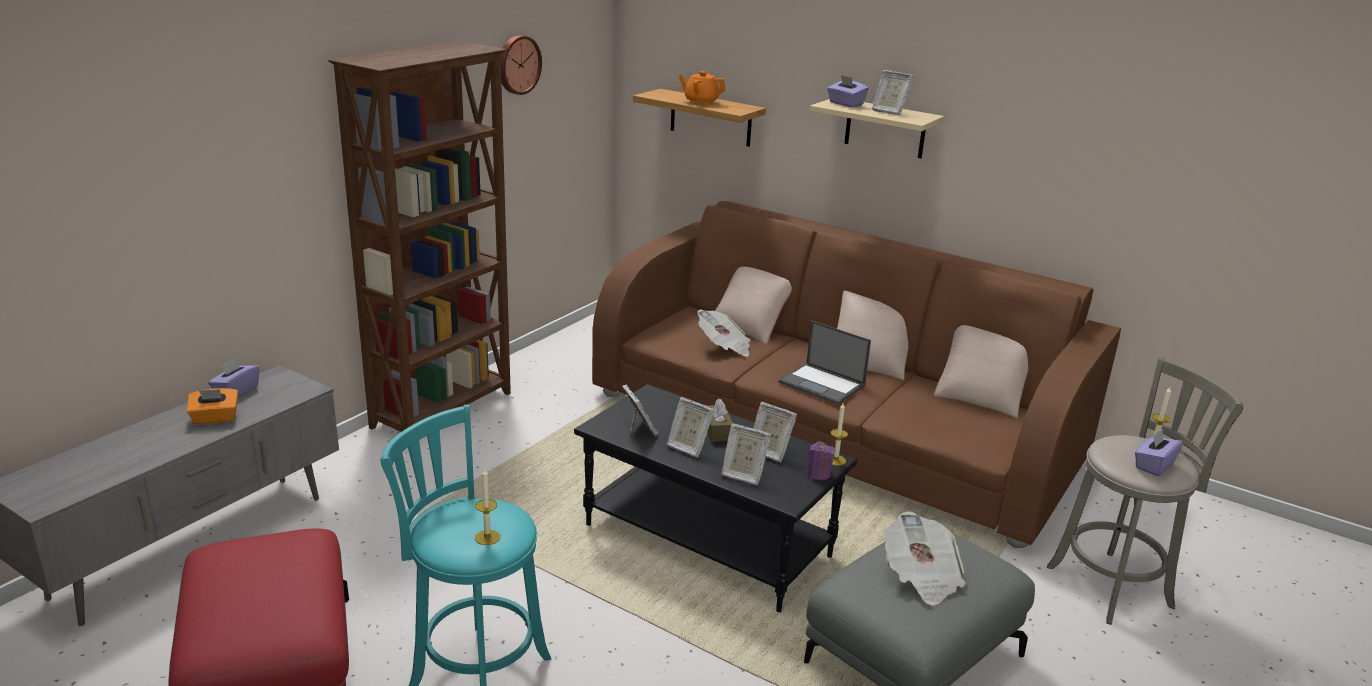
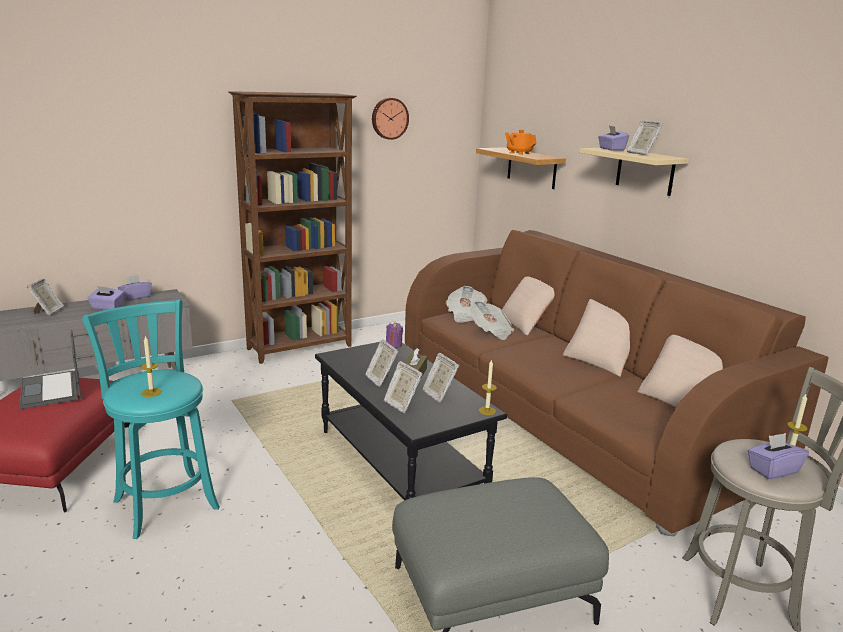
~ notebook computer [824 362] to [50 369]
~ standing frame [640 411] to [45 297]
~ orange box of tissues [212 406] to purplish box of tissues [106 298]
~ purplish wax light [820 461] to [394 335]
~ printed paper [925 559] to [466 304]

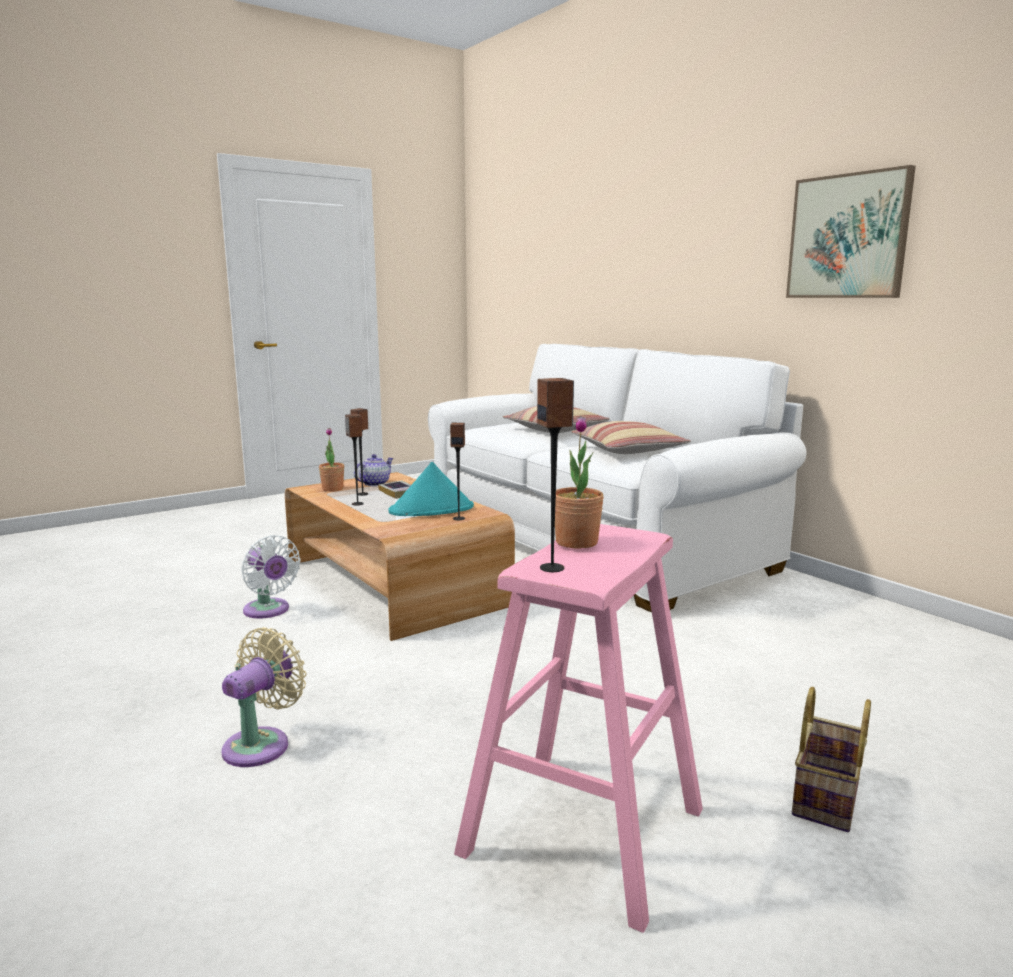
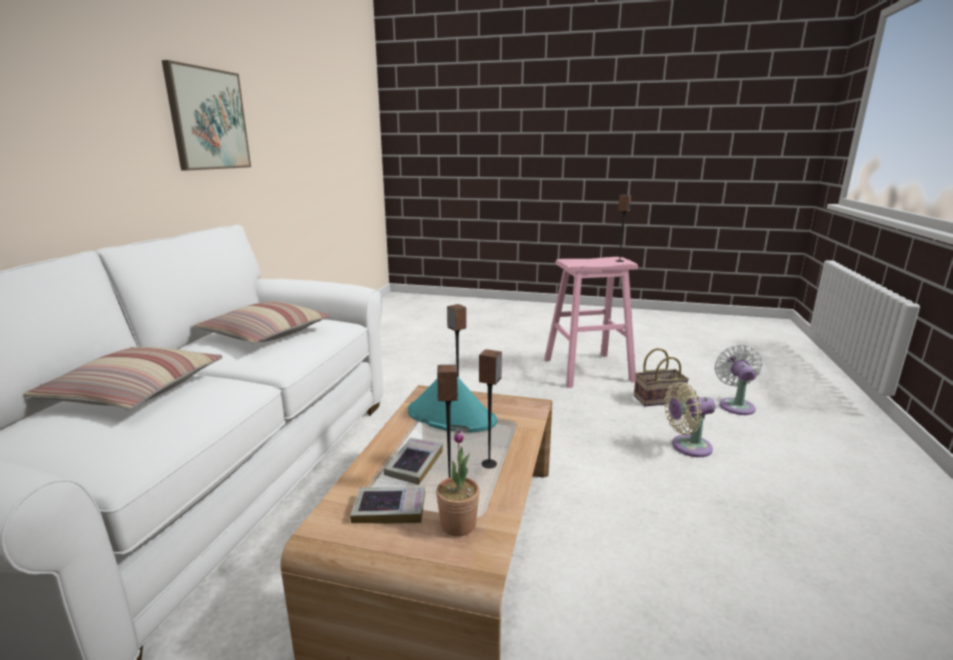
~ tea pot [373 470] to bound book [387 505]
~ storage basket [831 759] to [661 377]
~ whitish fan [271 577] to [738 380]
- potted plant [579 482]

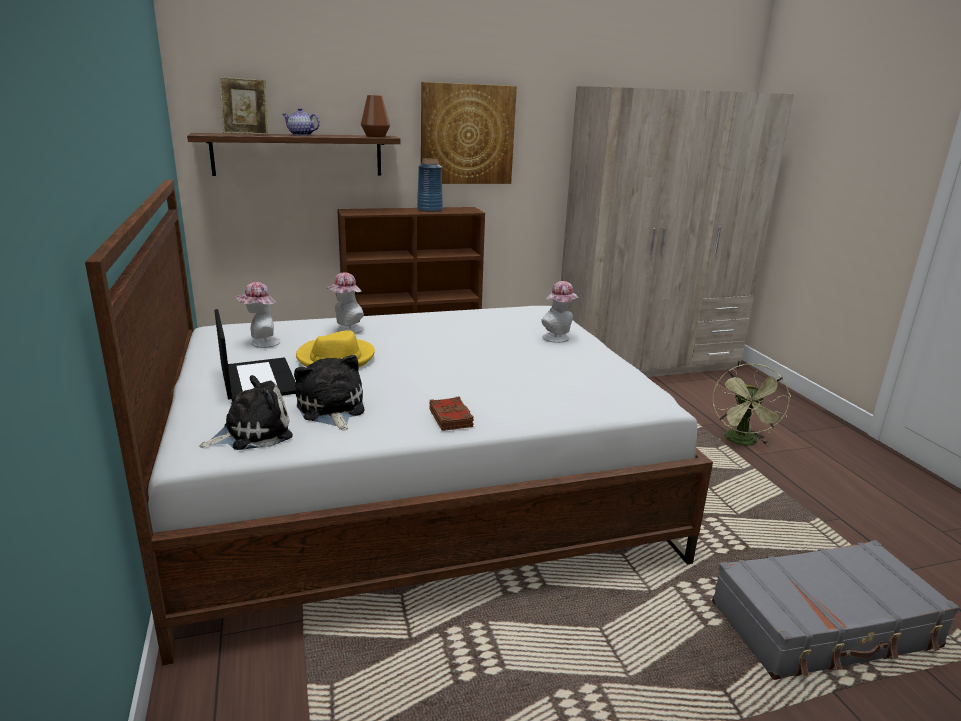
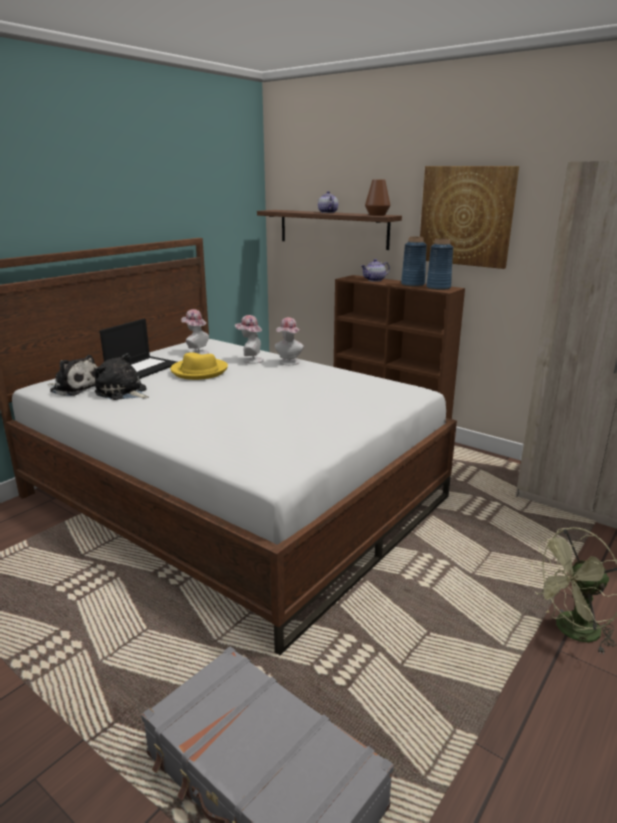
~ cuddly toy [329 392] = [122 376] 90 degrees counterclockwise
~ hat [559 312] to [289 341]
+ tea pot [375 270]
+ bluish flower vase [439 264]
- standing frame [243 106]
- brown-coloured bound book [451 413]

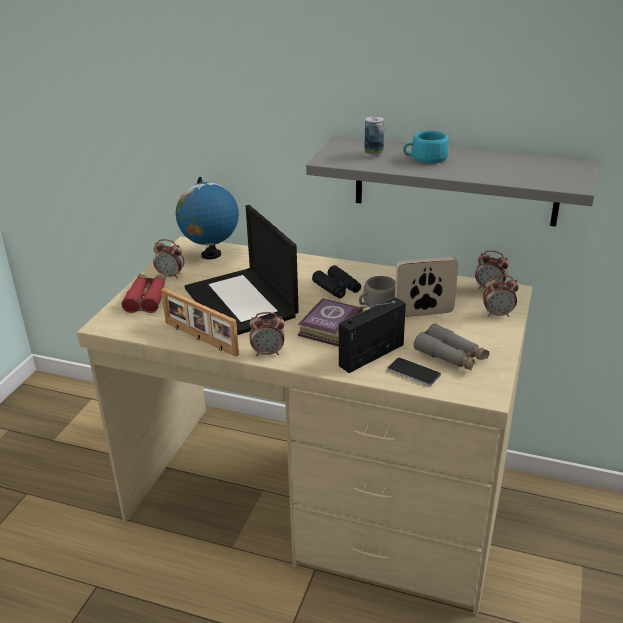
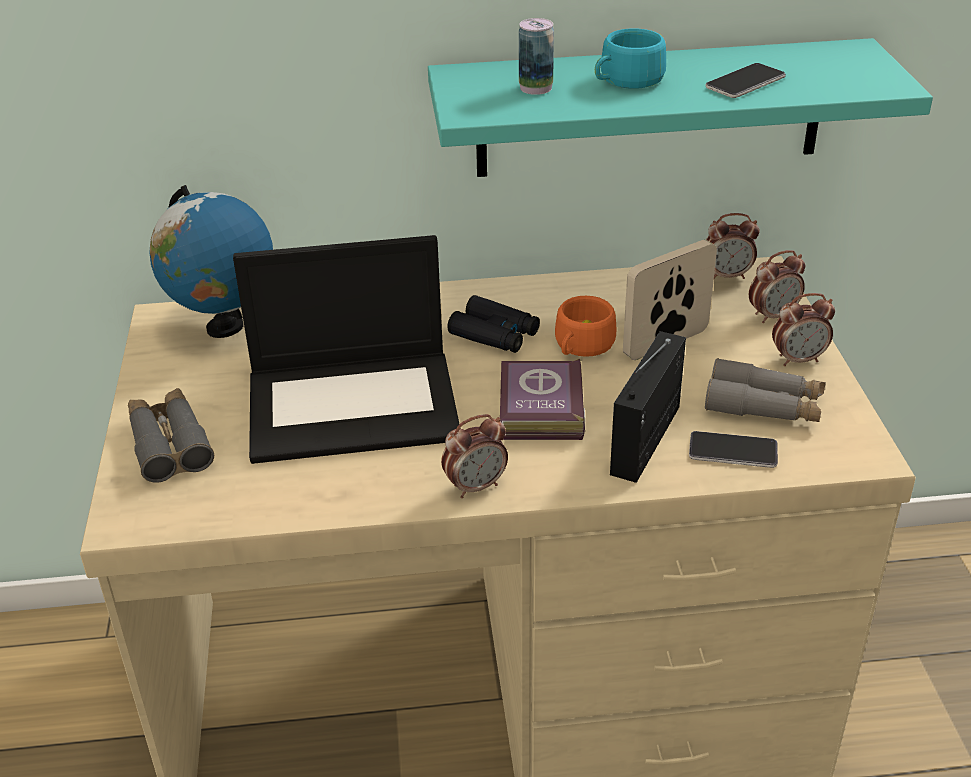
~ red binoculars [144 293] to greyish binoculars [171 435]
~ notebook computer [242 270] = [347 349] 45 degrees counterclockwise
~ greyish wall shelf [451 181] to blue-green wall shelf [680 107]
~ greyish drinking cup [377 292] to orange drinking cup [585 326]
+ handset [745 80]
~ alarm clock [168 259] to [803 329]
- standing frame [200 322]

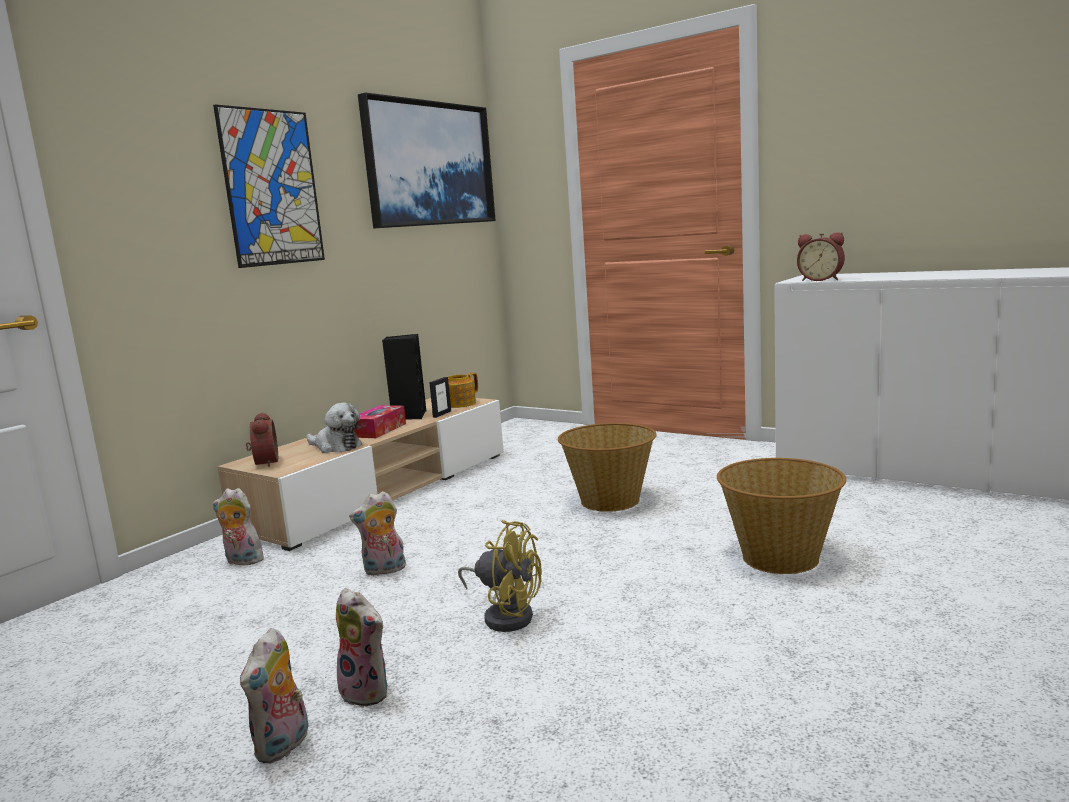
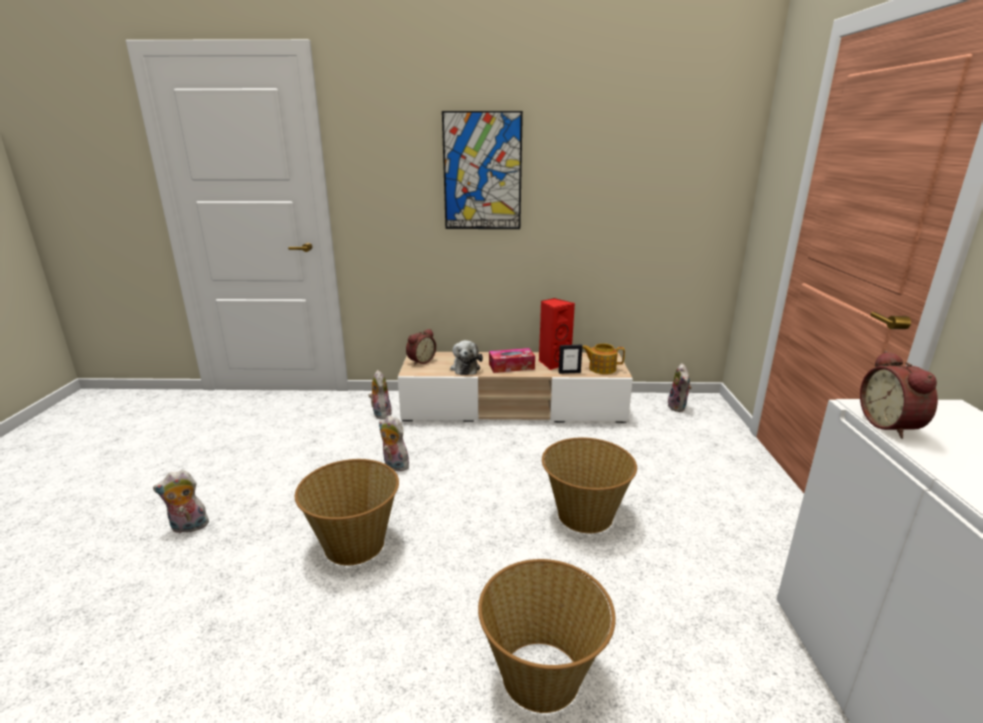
~ yellow fan [500 576] to storage basket [347 512]
~ blackish speaker [404 377] to red speaker [556 334]
~ cuddly toy [361 648] to [679 387]
- wall picture [427 160]

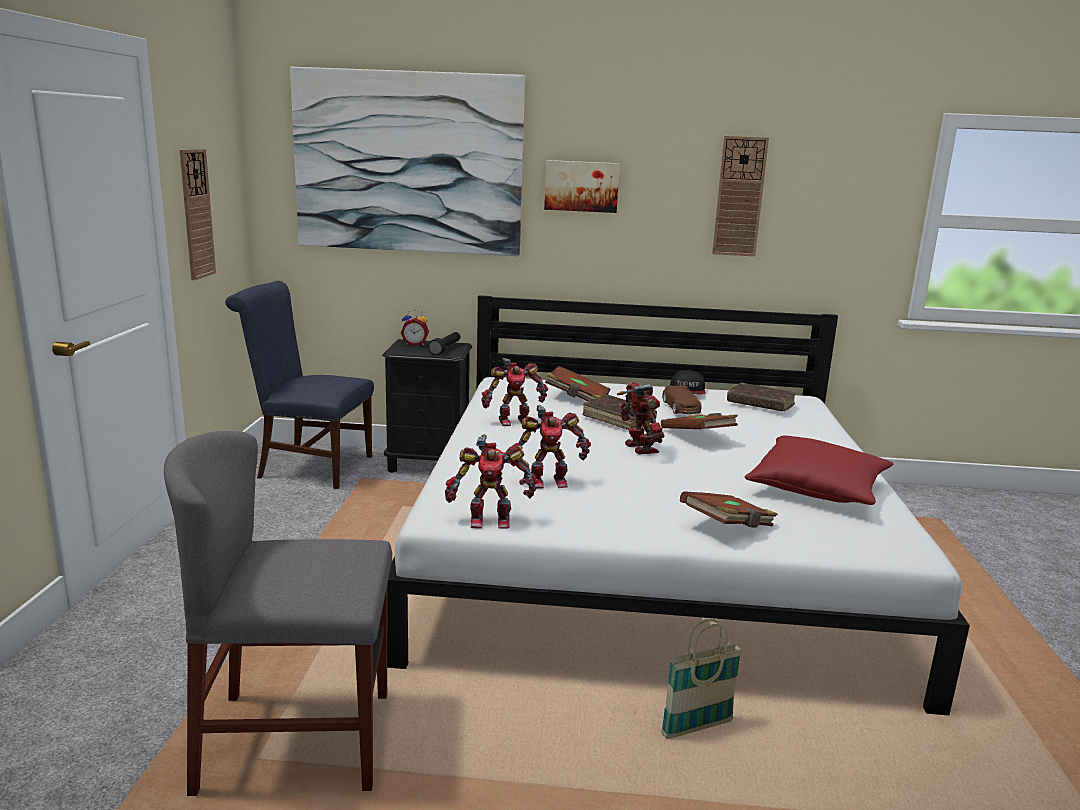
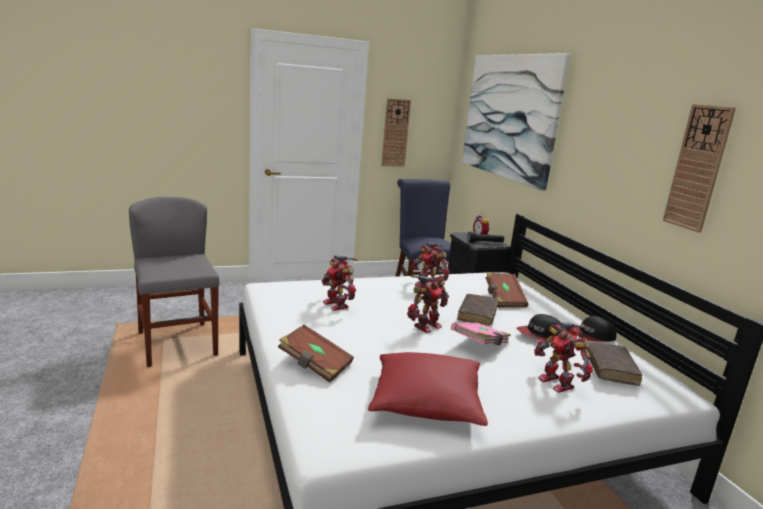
~ brown-coloured bound book [699 421] to pink-coloured bound book [481 333]
~ brown-coloured miniature car [681 399] to cap [540 327]
~ toy robot [491 481] to [564 357]
- wall picture [582 186]
- storage basket [701 679]

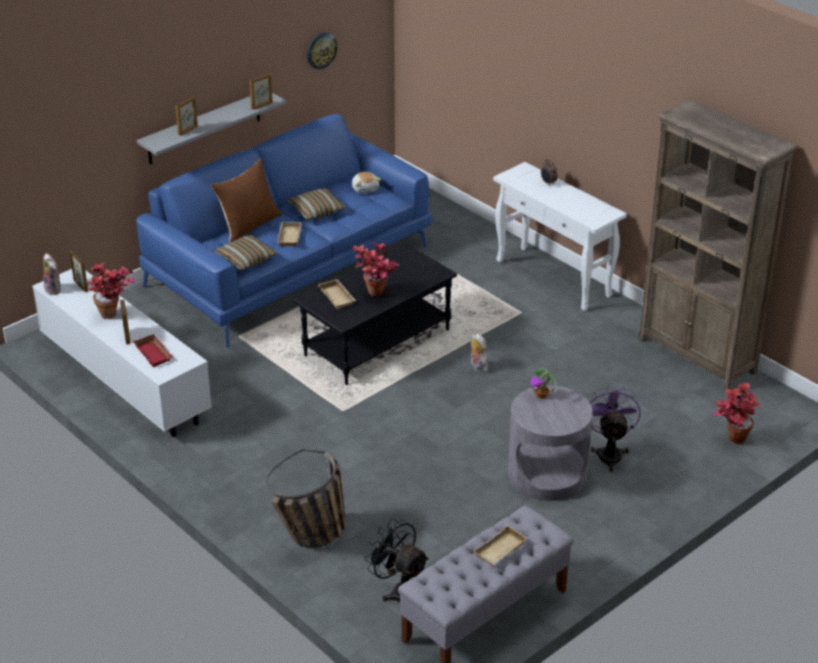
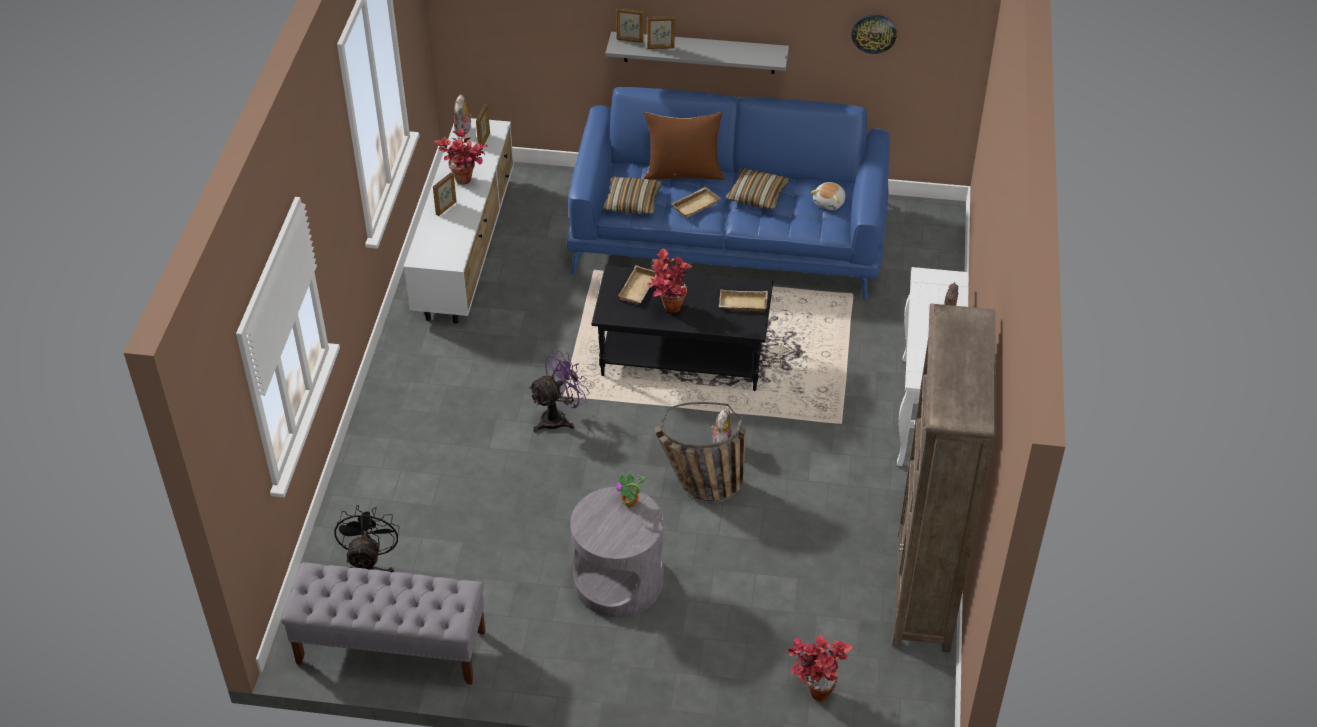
~ purplish fan [615 429] to [559 391]
~ standing frame [261 91] to [630 25]
~ storage basket [306 498] to [700 451]
~ beige tray [501 545] to [743 300]
- red tray [153 350]

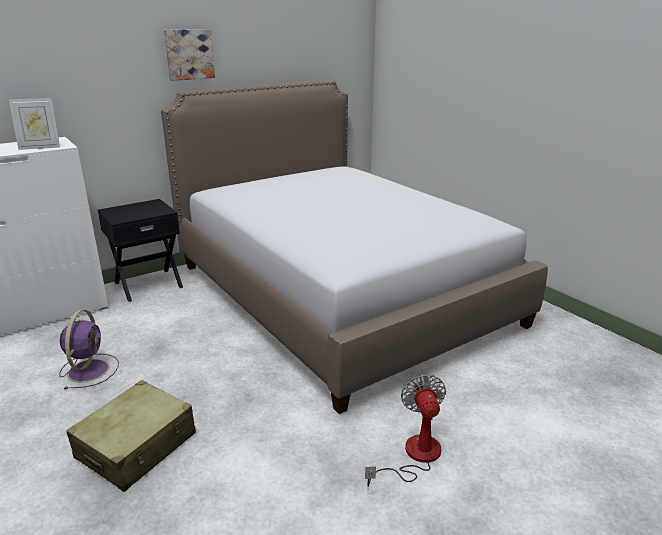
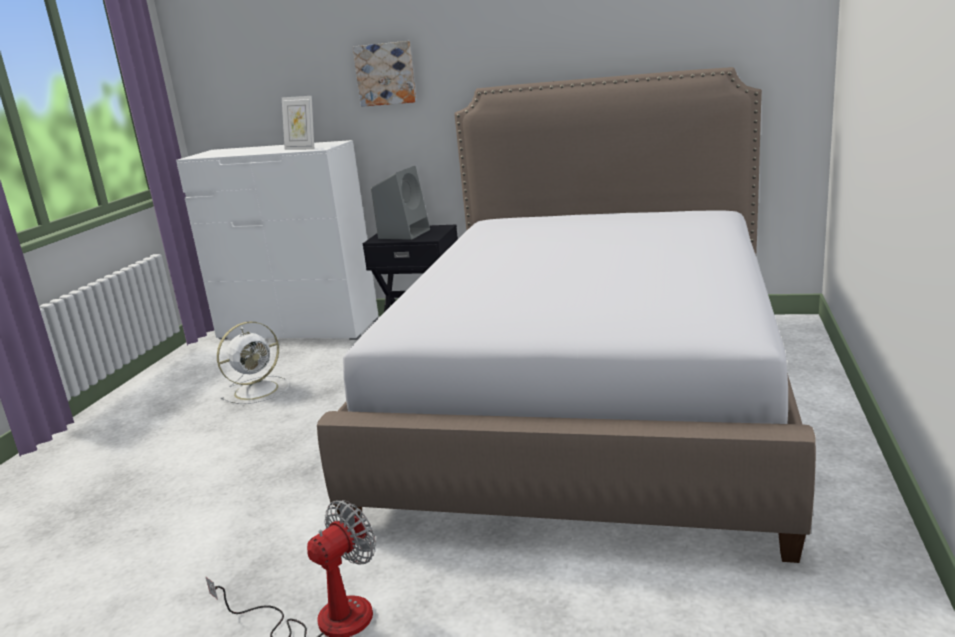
~ purplish fan [89 349] to whitish fan [253 362]
~ wall picture [189 55] to [385 74]
+ greyish speaker [400 203]
- beige suitcase [131 436]

